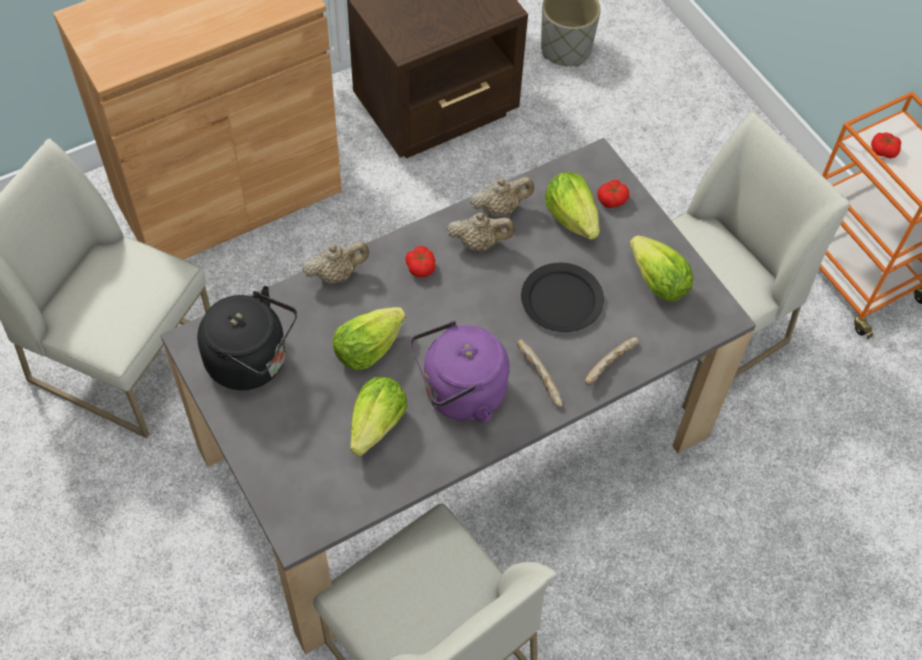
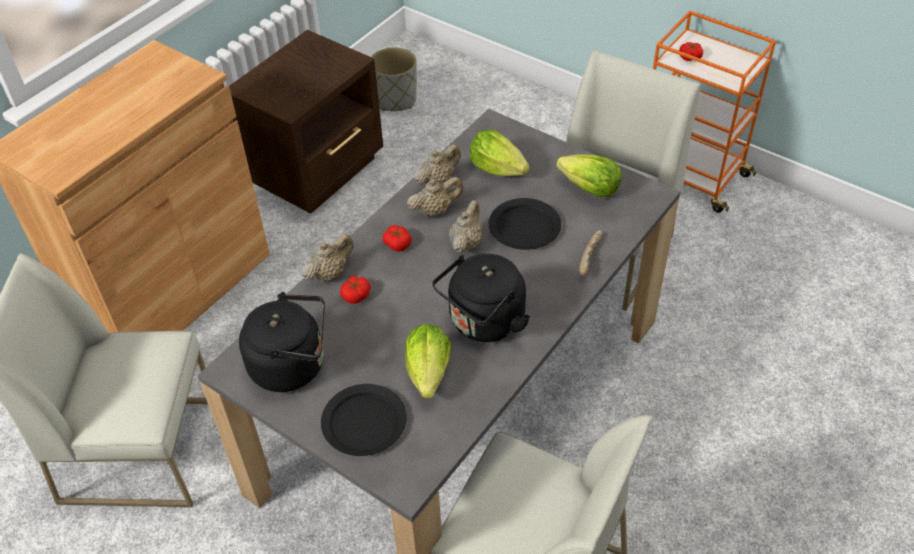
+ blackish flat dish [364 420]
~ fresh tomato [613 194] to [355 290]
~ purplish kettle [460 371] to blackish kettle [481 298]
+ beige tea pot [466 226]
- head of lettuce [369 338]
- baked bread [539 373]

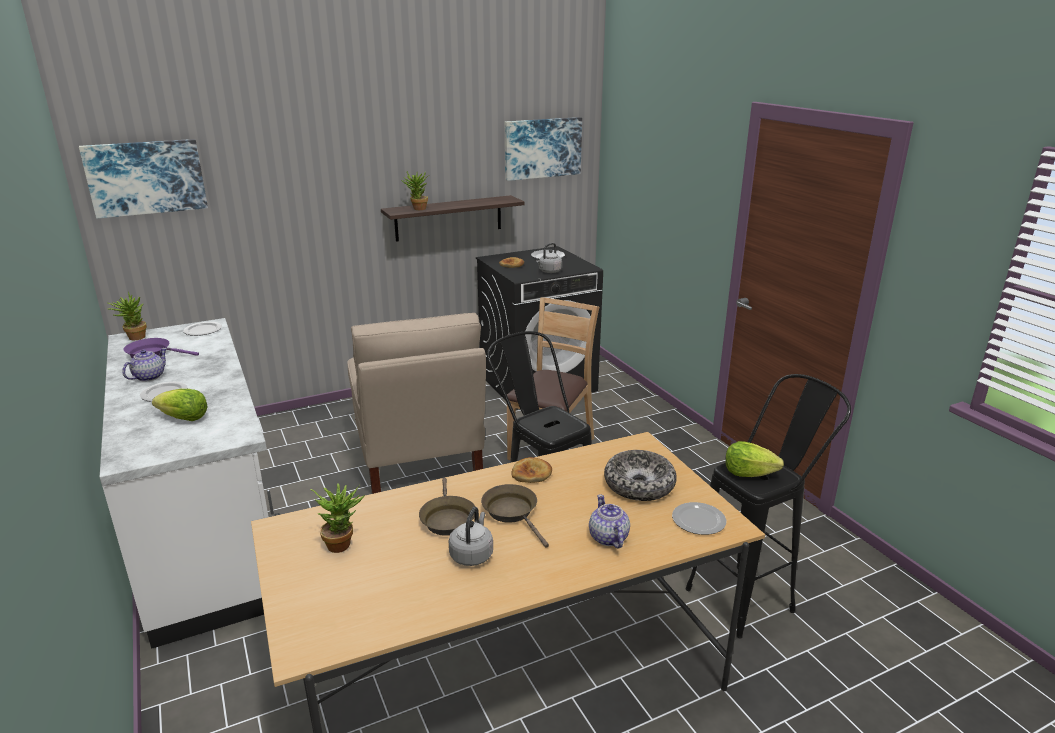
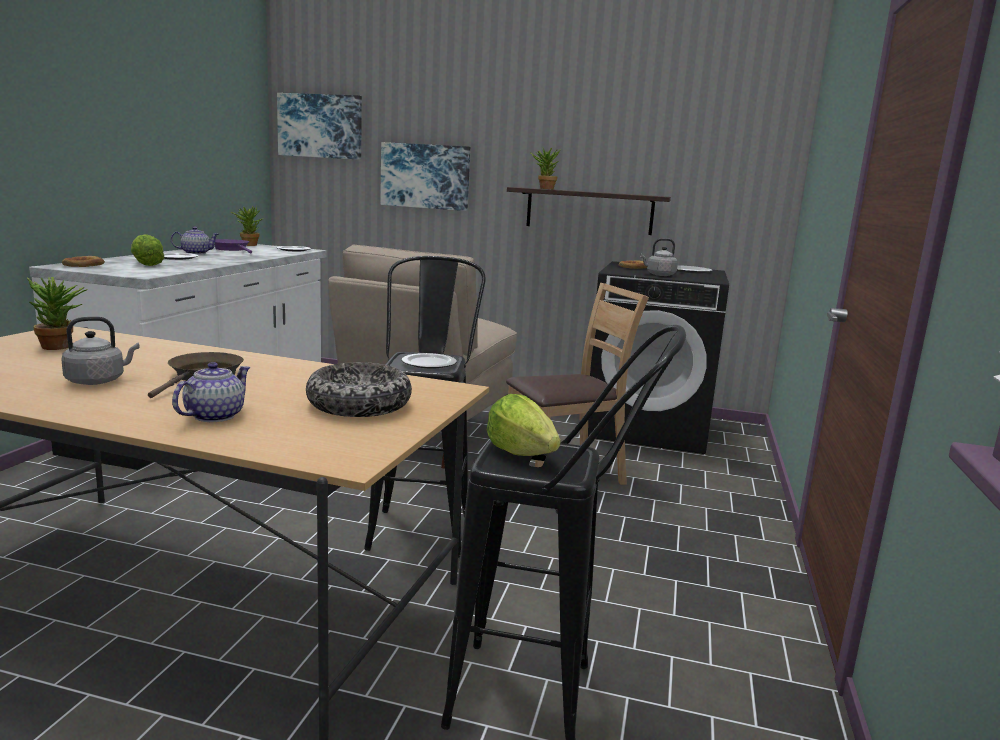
~ baked bread [531 470] to [83 261]
~ wall picture [543 149] to [425 176]
~ flat dish [699 518] to [429 361]
- brown-coloured skillet [447 507]

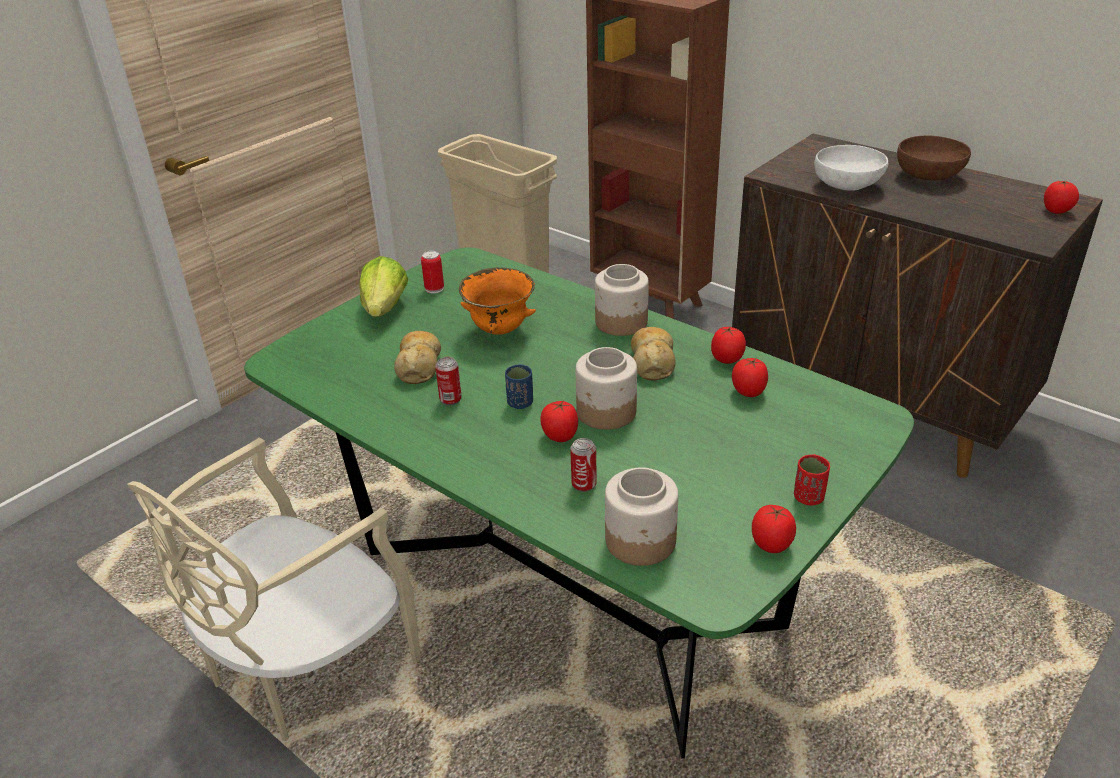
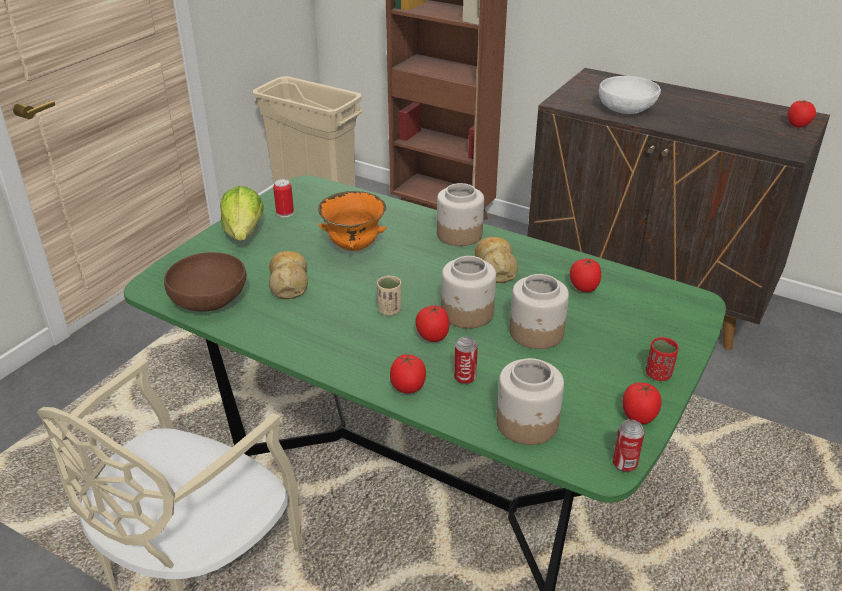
~ brown-coloured deep dish [934 158] to [205 281]
~ bluish drinking cup [519 386] to beige drinking cup [389 295]
~ fresh tomato [728 345] to [408 374]
+ jar [539 311]
~ sealed can [448 381] to [629 445]

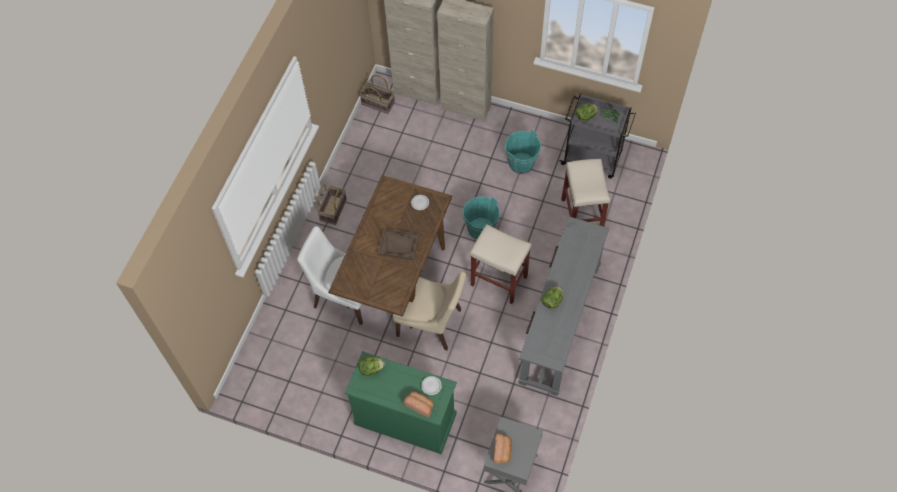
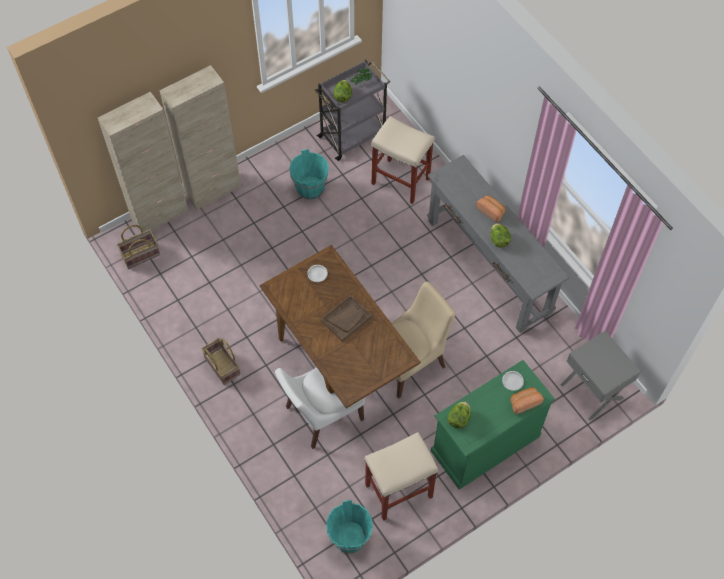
~ blue-green bucket [481 218] to [349 527]
~ beige stool [501 264] to [401 476]
~ baked bread [503 448] to [490 208]

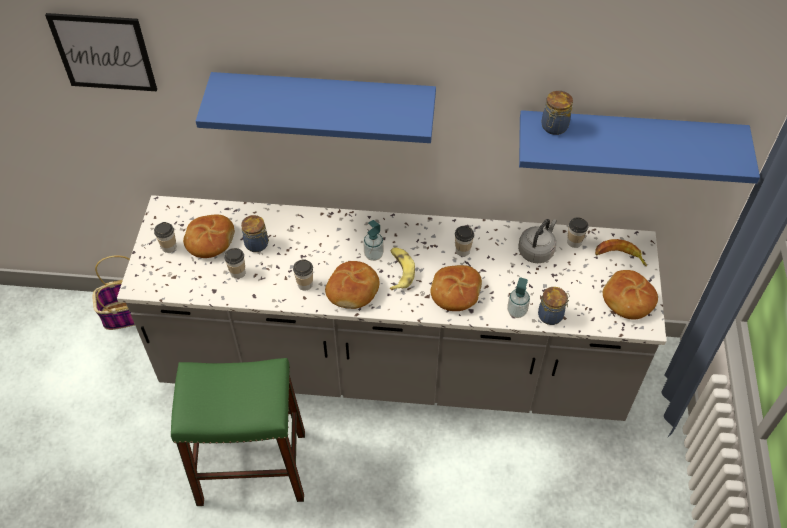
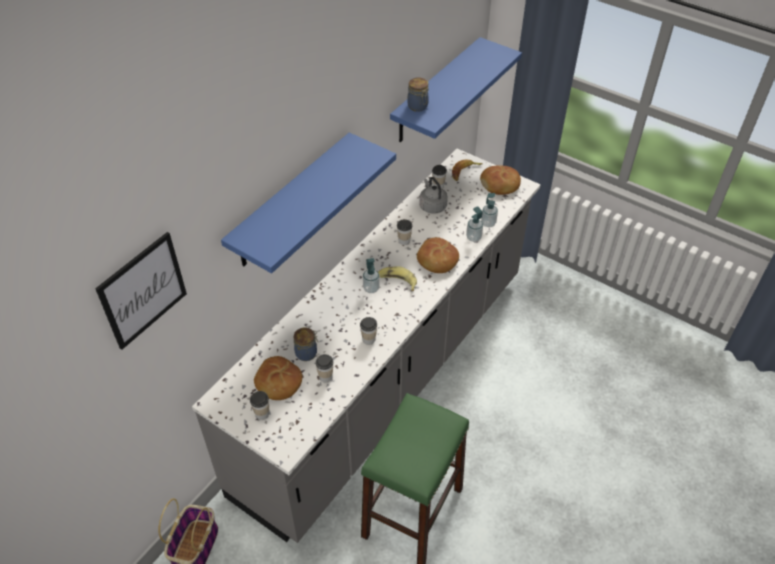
~ jar [554 306] to soap dispenser [489 210]
- baked bread [352 285]

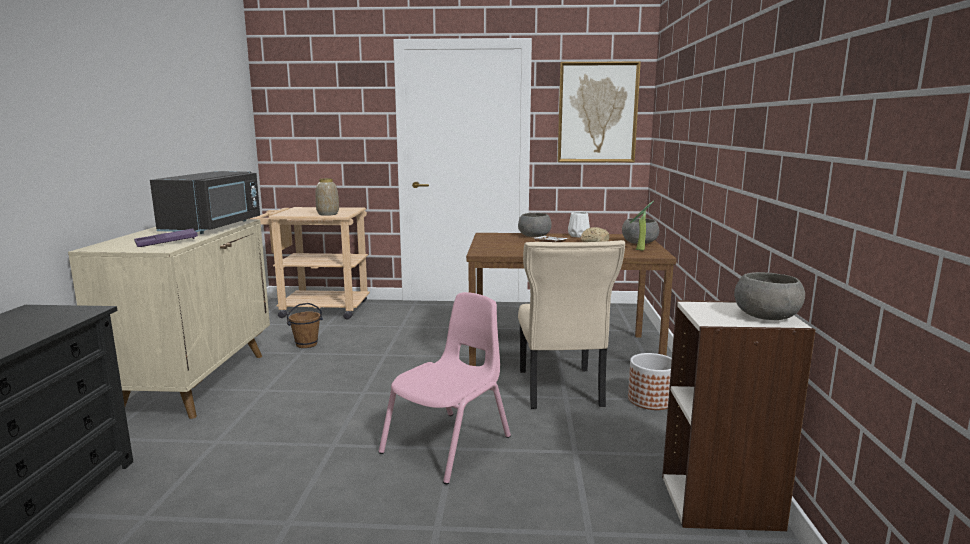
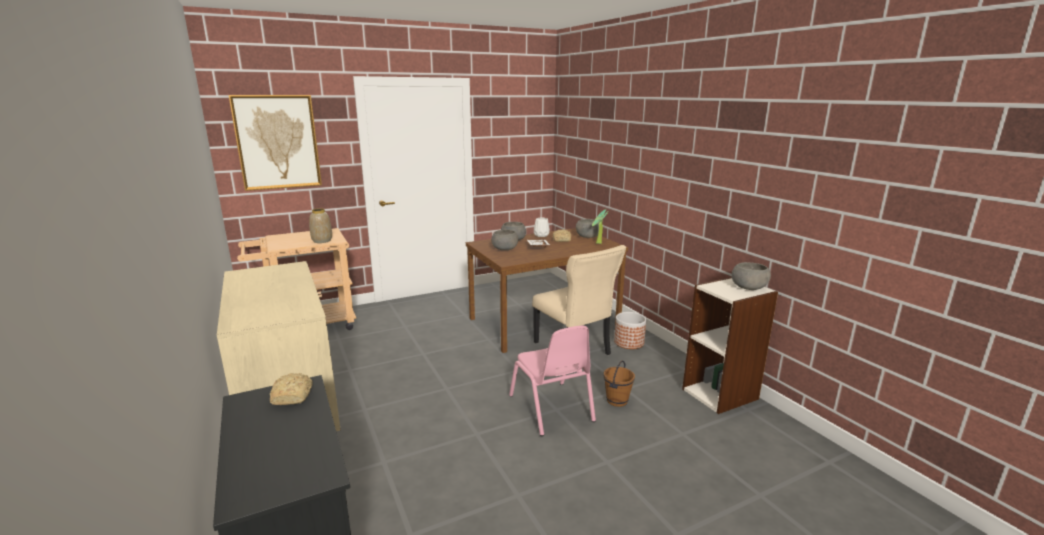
~ wall picture [599 111] to [275 143]
+ baked bread [291 389]
+ greyish deep dish [504 240]
~ pink-coloured plain chair [444 388] = [552 381] 150 degrees clockwise
~ brown-coloured bucket [305 325] to [619 383]
- purplish tray [166 237]
- blackish microwave [205 202]

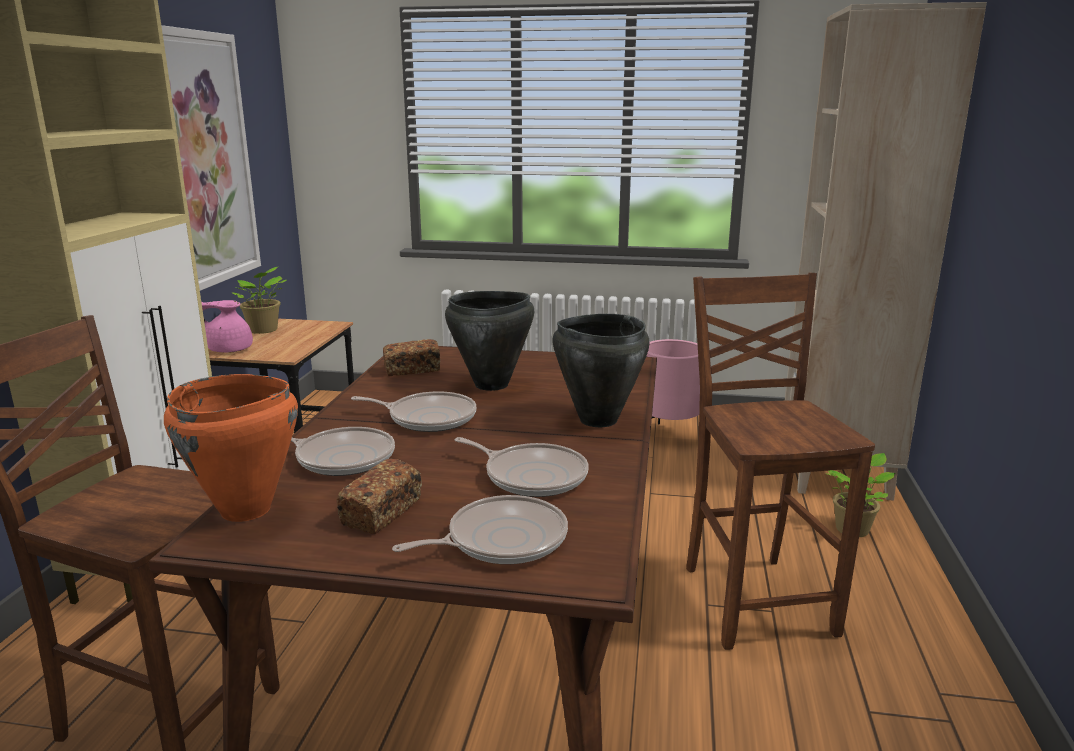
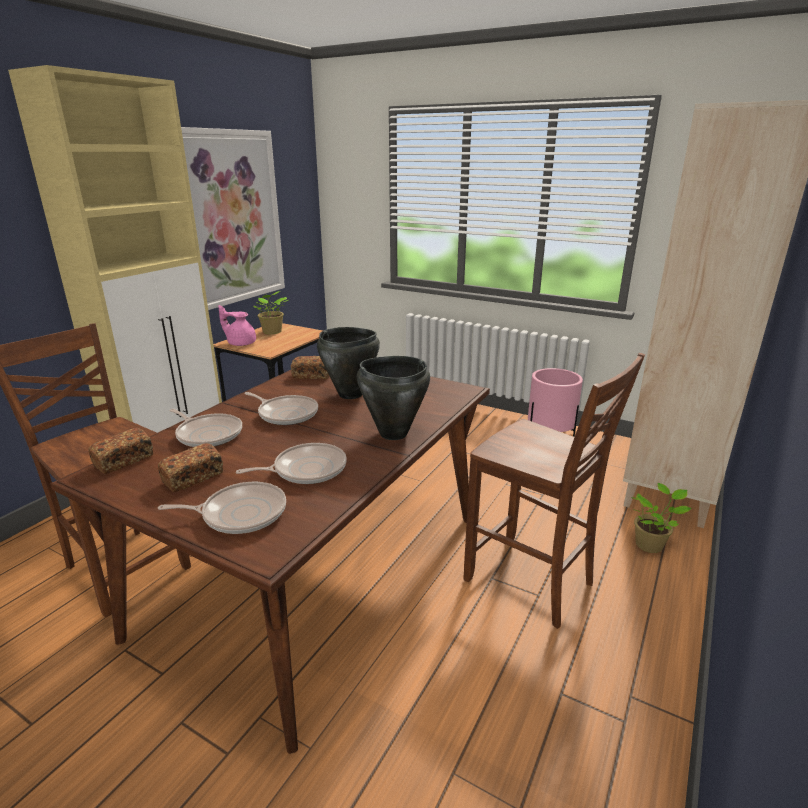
~ orange cooking pot [231 448] to baked bread [120 451]
~ skillet [521 467] = [291 463] 75 degrees counterclockwise
~ brown-coloured plain chair [780 461] = [554 491] 120 degrees clockwise

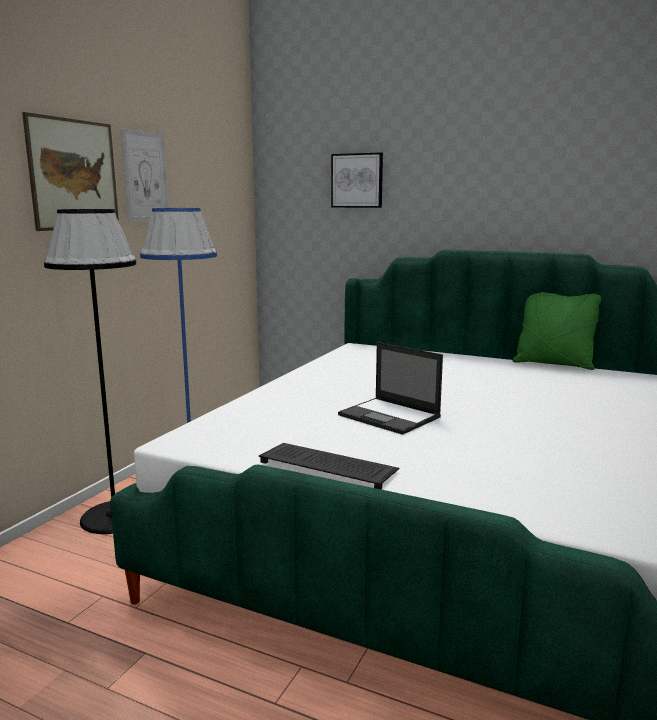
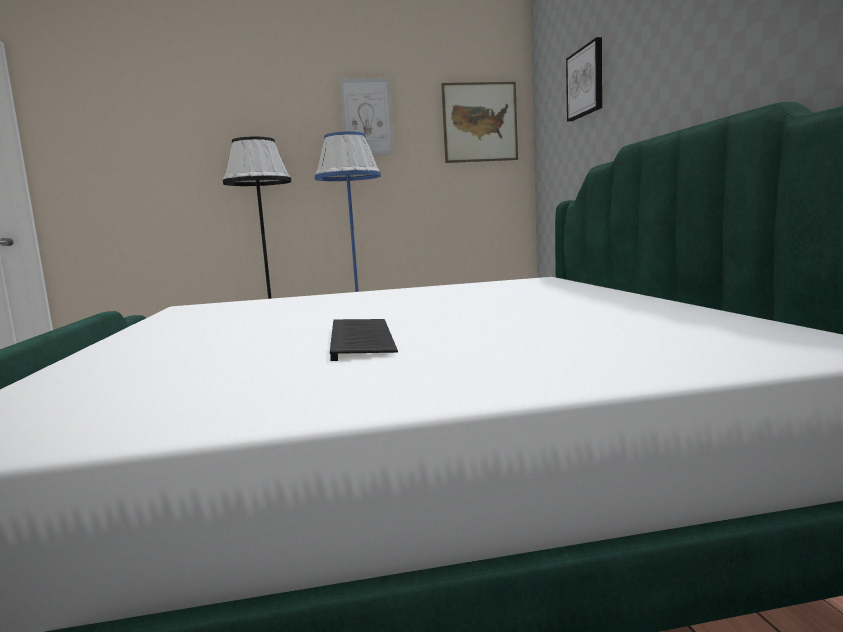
~ keyboard [329 466] to [364 340]
~ wall picture [70 171] to [479 122]
- notebook computer [390 388]
- green-coloured throw pillow [557 331]

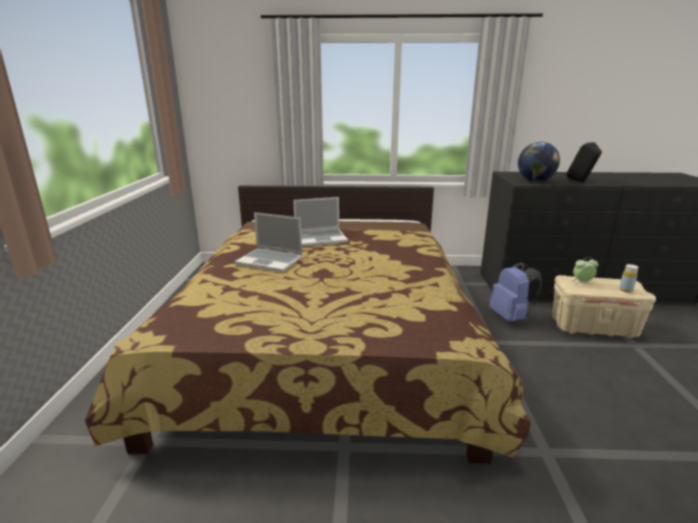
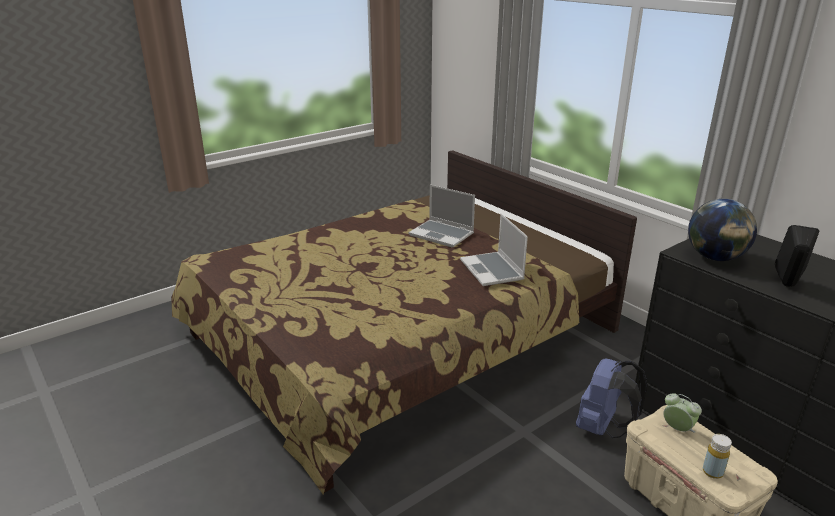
~ notebook computer [269 242] to [494 250]

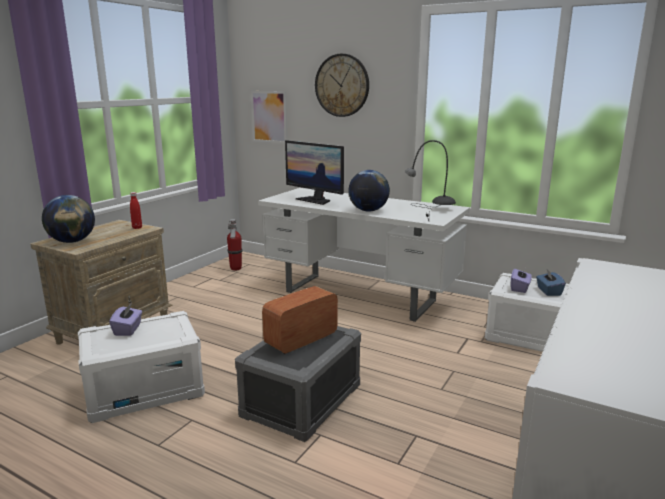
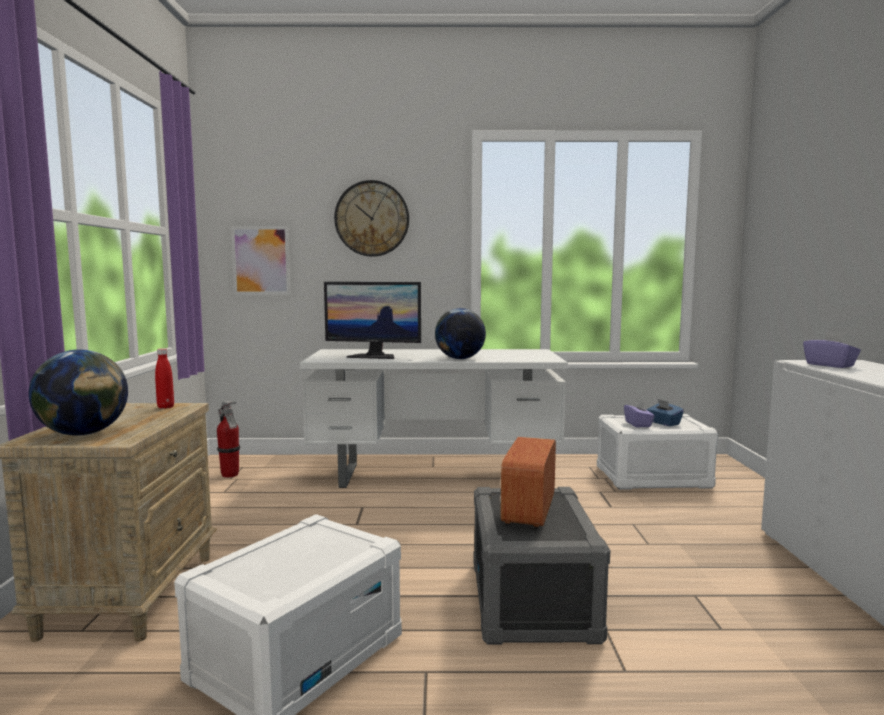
~ purplish box of tissues [125 319] to [832 349]
- greyish lamp for a table [430 180]

